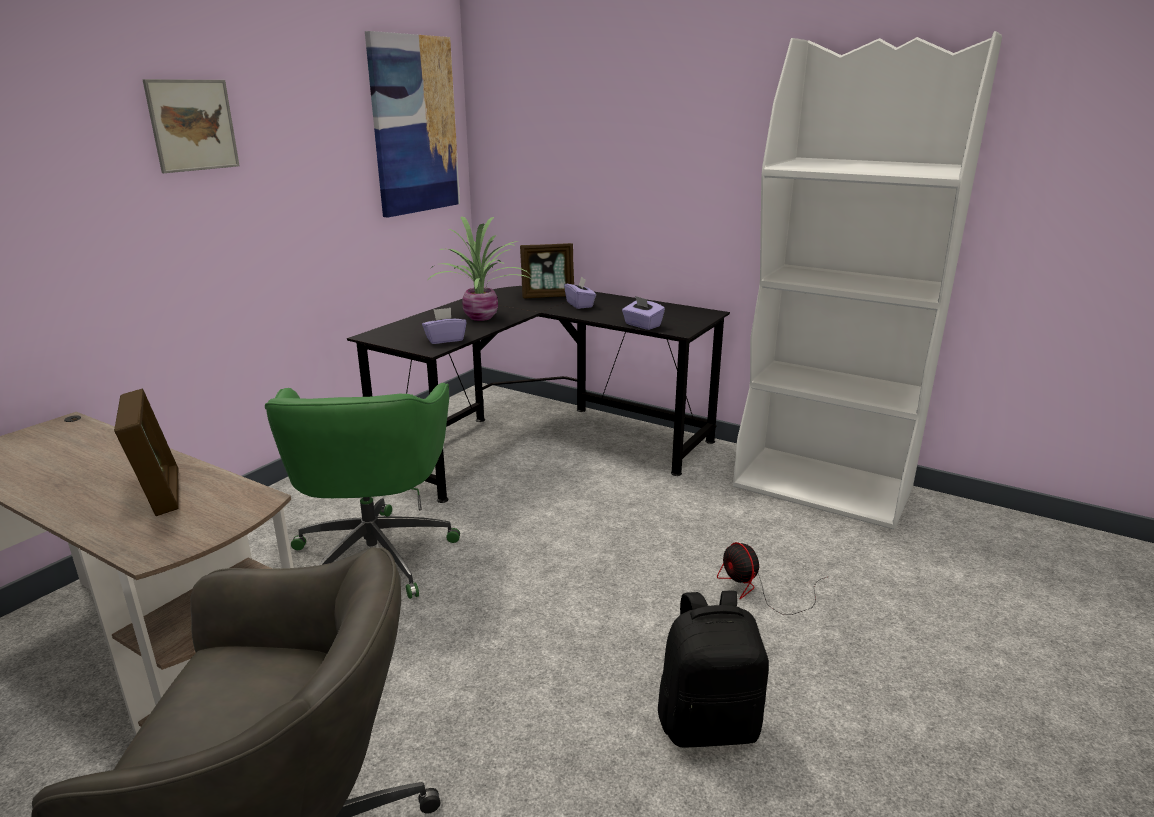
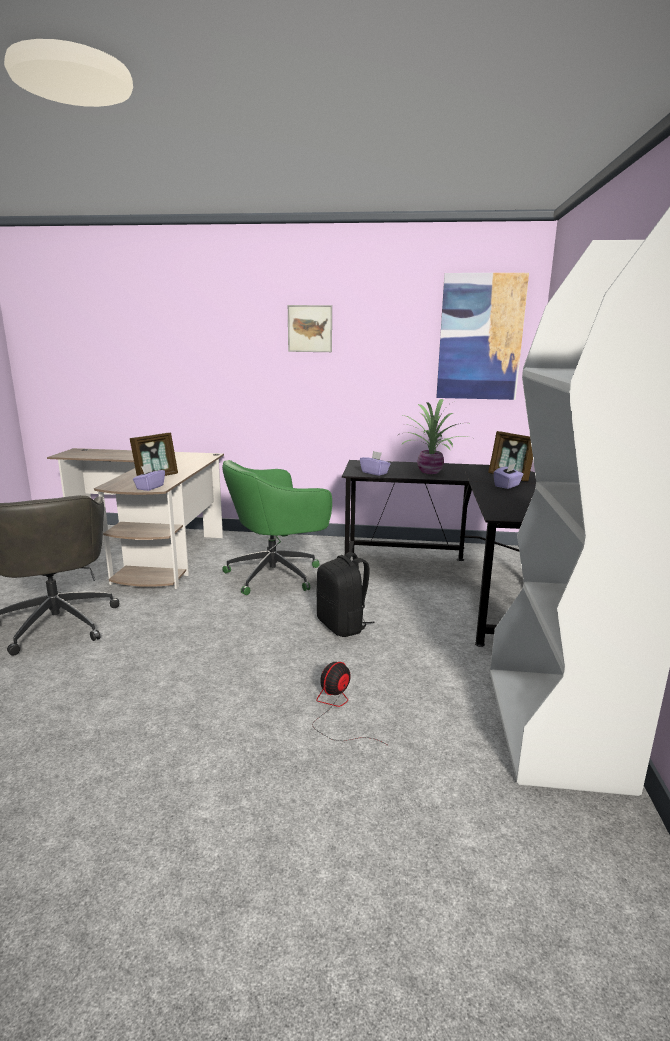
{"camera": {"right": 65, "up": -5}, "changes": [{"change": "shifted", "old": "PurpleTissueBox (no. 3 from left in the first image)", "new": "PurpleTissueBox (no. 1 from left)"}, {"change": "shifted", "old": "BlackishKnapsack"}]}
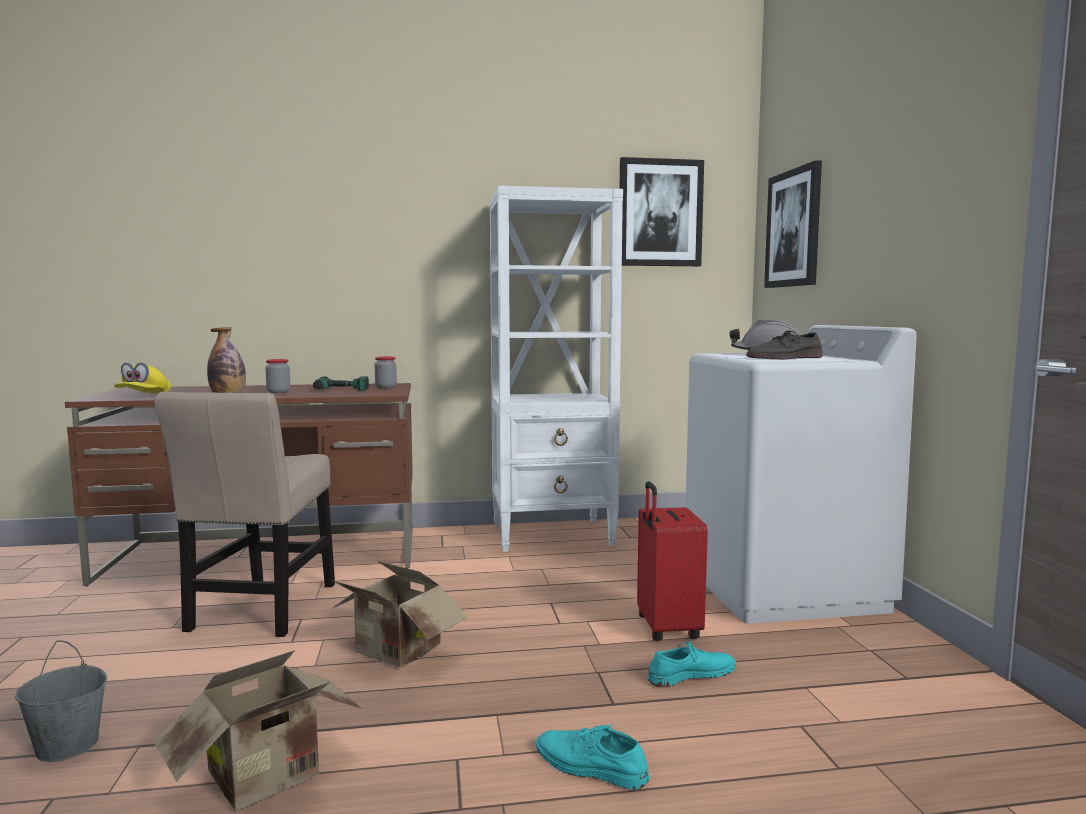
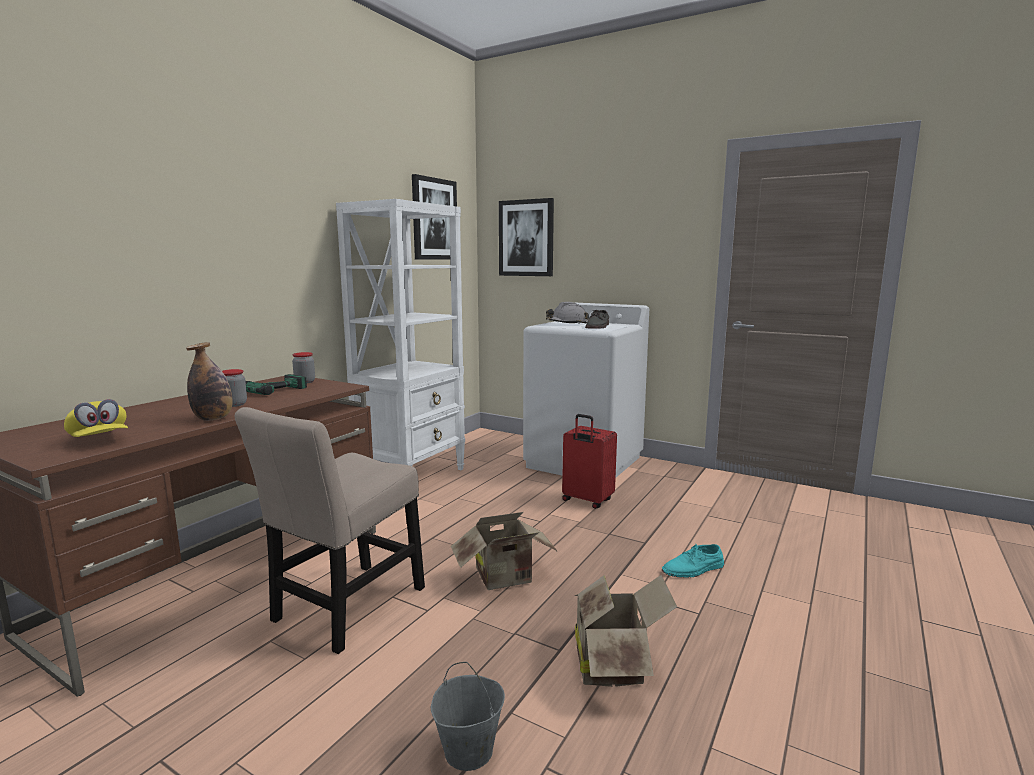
{"camera": {"right": -50, "up": 5}, "changes": [{"change": "rotated", "old": "BeigePlainChair", "degrees": 75}, {"change": "gone", "old": "TurquoiseColouredLowShoe (no. 2 from left)"}]}
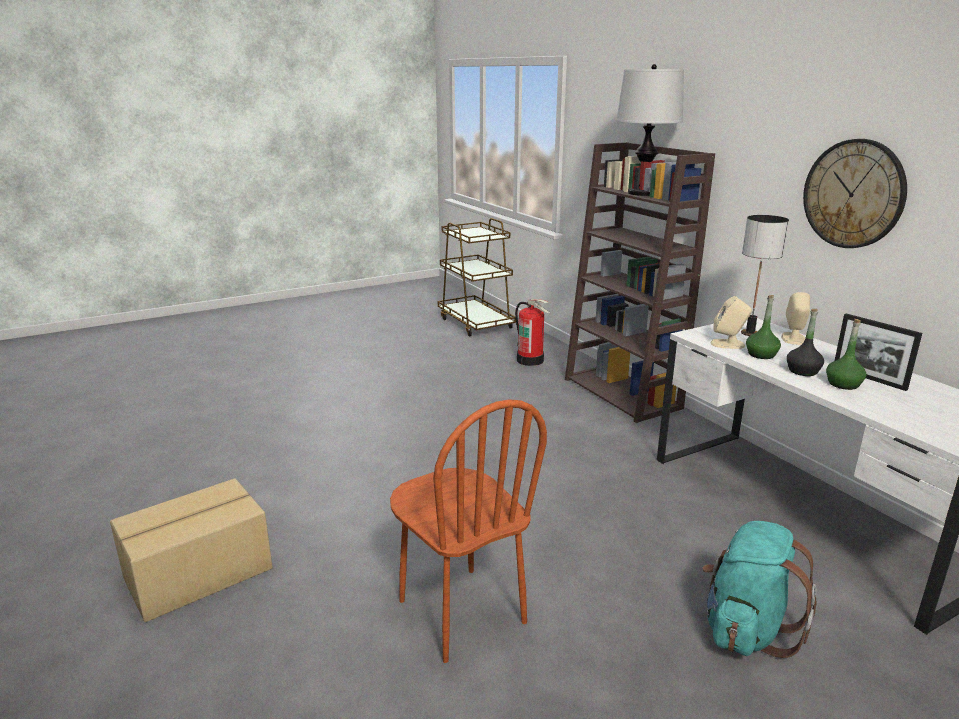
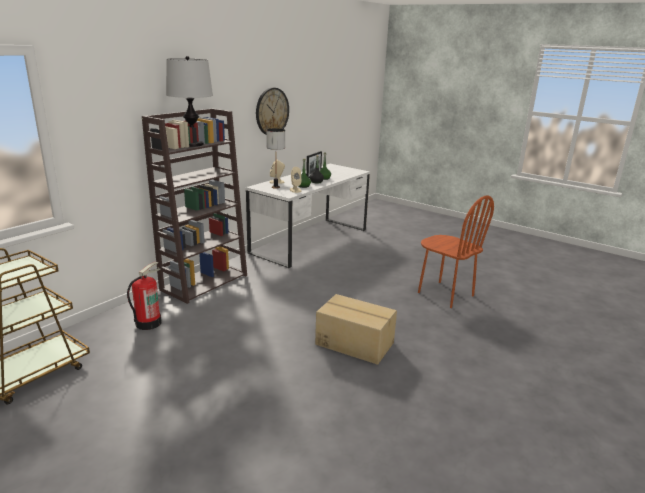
{"camera": {"right": -115, "up": 0}, "changes": [{"change": "shifted", "old": "PackingBox"}, {"change": "rotated", "old": "BrownishPlainChair", "degrees": 105}, {"change": "gone", "old": "TurquoiseColouredKnapsack"}]}
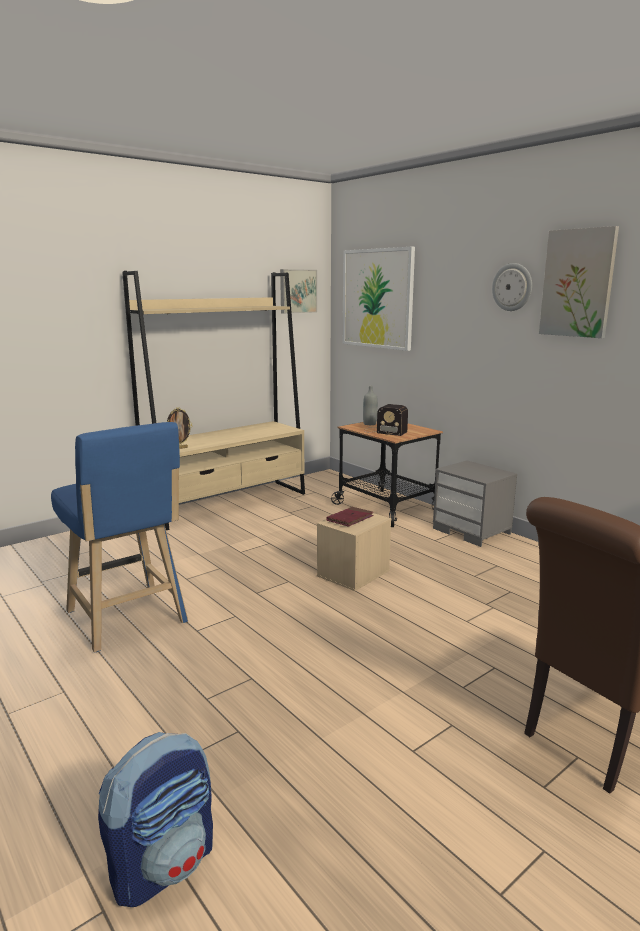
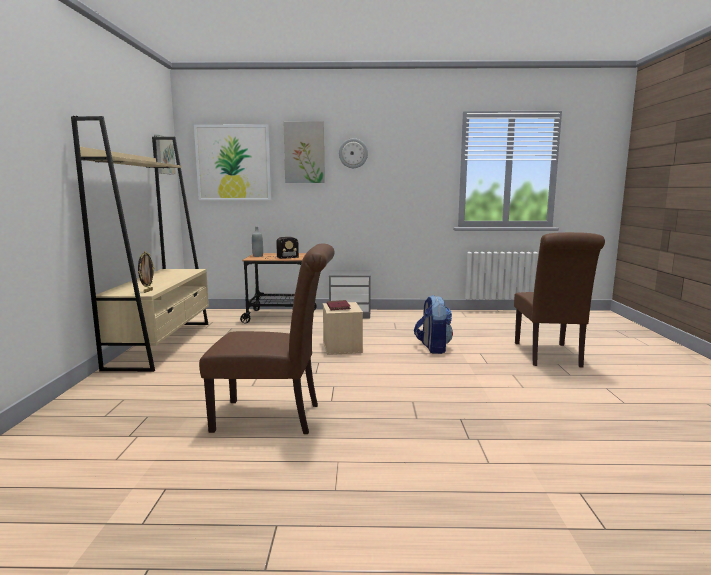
{"camera": {"right": -50, "up": -5}, "changes": [{"change": "swapped", "old": "BlueColouredStool", "new": "BrownishPlainChair (no. 1 from left)"}, {"change": "shifted", "old": "Knapsack"}, {"change": "shifted", "old": "WallPicture (no. 3 from left)"}]}
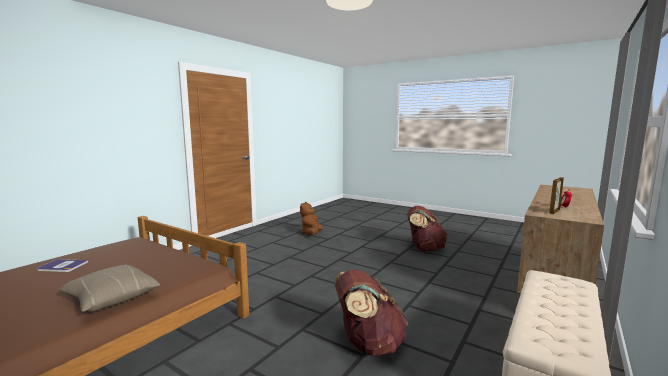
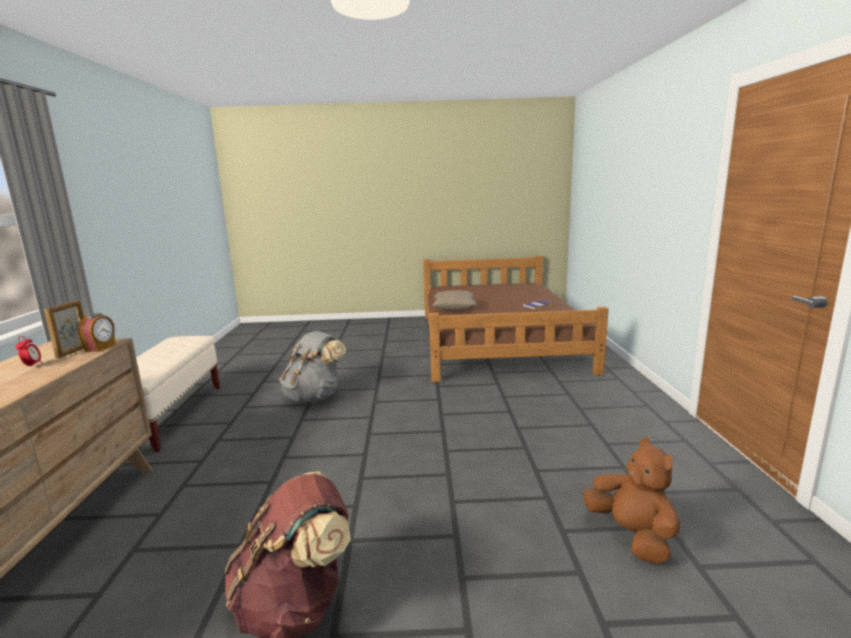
{"camera": {"right": 145, "up": 5}, "changes": [{"change": "repainted", "old": "BrownishKnapsack (no. 1 from left)", "new": "GreyKnapsack"}, {"change": "new", "new": "AlarmClock (no. 2 from left)"}]}
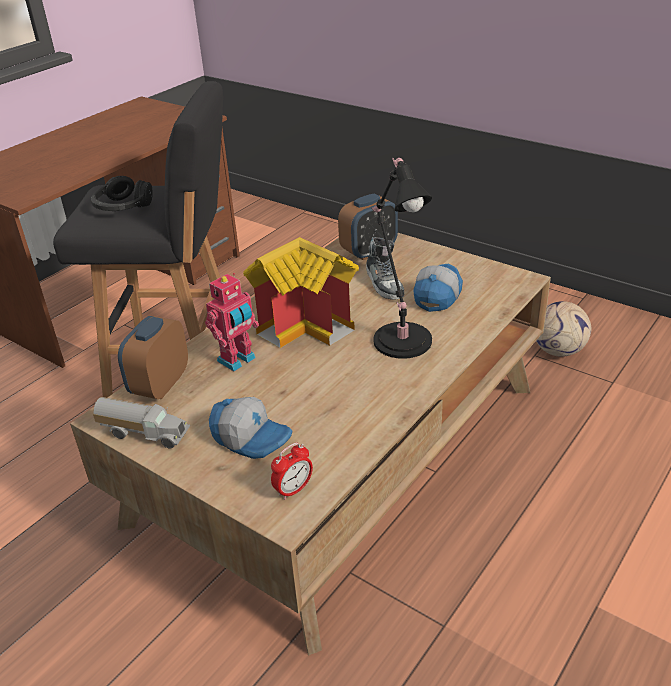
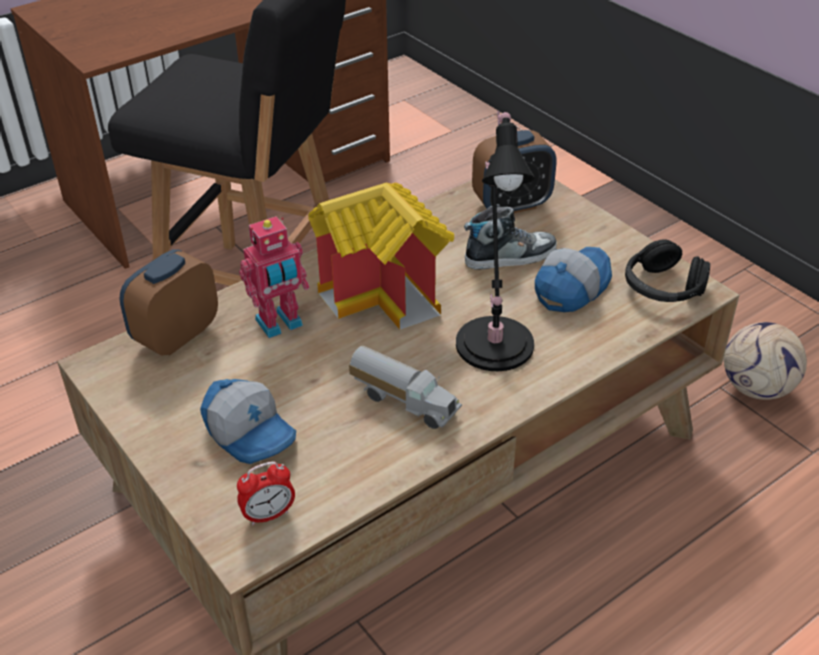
{"camera": {"right": 15, "up": 5}, "changes": [{"change": "shifted", "old": "BlackishHeadphones"}, {"change": "shifted", "old": "ModelTruck"}, {"change": "rotated", "old": "LowShoe", "degrees": -105}]}
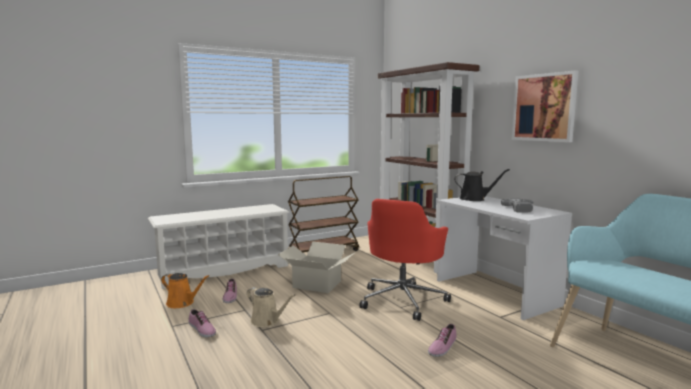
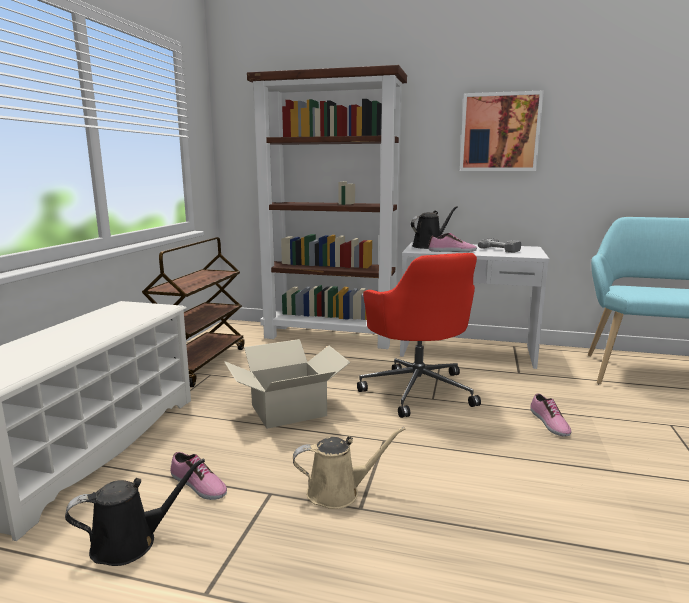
{"camera": {"right": -45, "up": 5}, "changes": [{"change": "repainted", "old": "OrangeyWateringCan", "new": "BlackishWateringCan (no. 1 from left)"}, {"change": "shifted", "old": "LowShoe (no. 1 from left in the first image)", "new": "LowShoe (no. 2 from left)"}]}
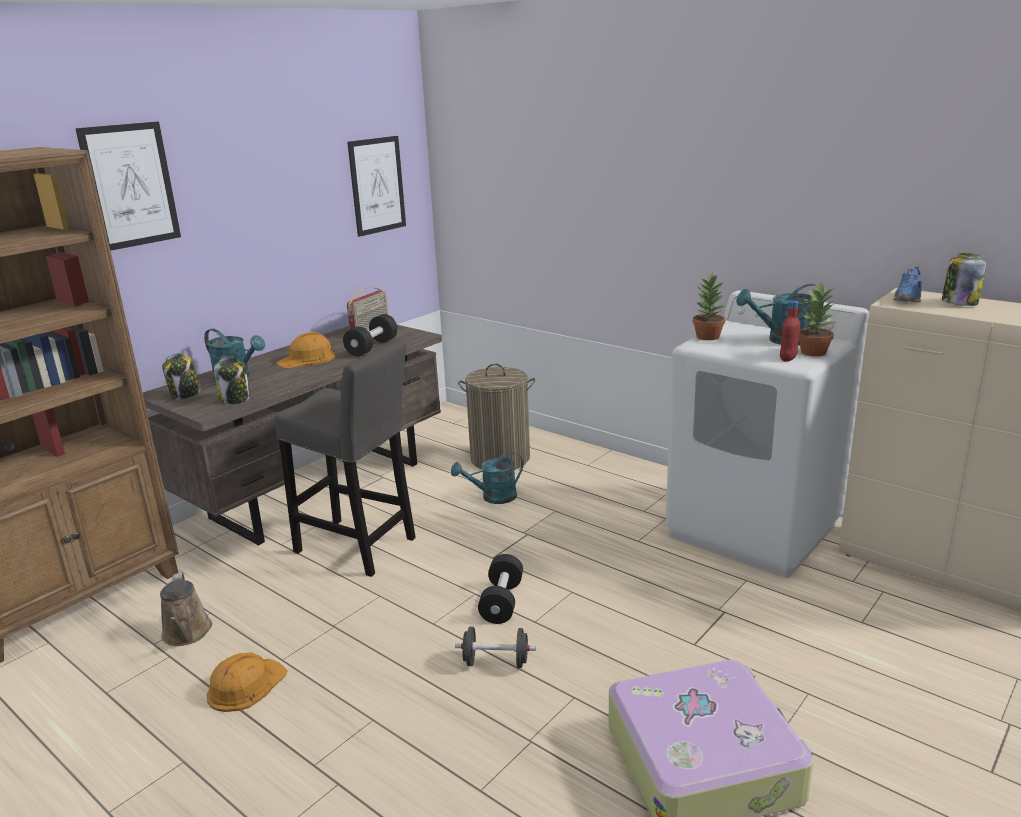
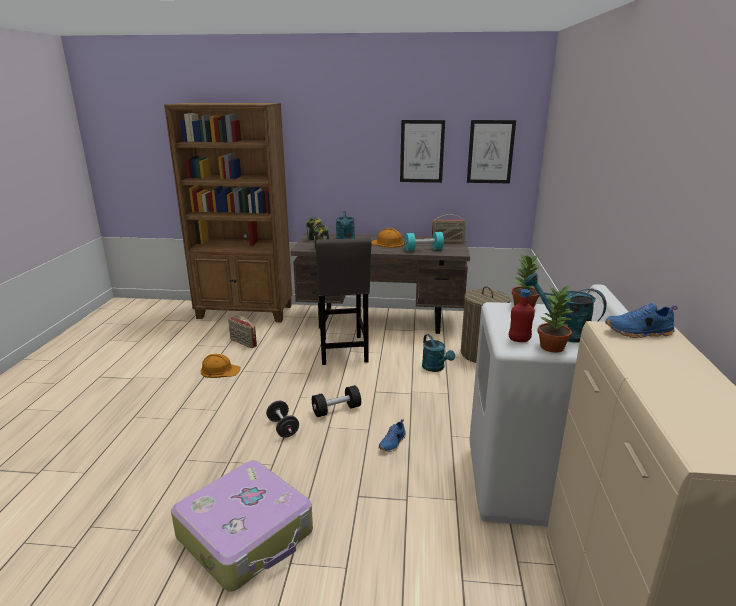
{"camera": {"right": 55, "up": 0}, "changes": [{"change": "shifted", "old": "WallPicture (no. 1 from left)"}, {"change": "swapped", "old": "BrownishWateringCan", "new": "RadioSet (no. 1 from left)"}, {"change": "repainted", "old": "BlackishDumbbell (no. 1 from left)", "new": "TurquoiseColouredDumbbell"}, {"change": "rotated", "old": "TurquoiseColouredWateringCan (no. 2 from left)", "degrees": -150}, {"change": "gone", "old": "StorageJar (no. 3 from left)"}, {"change": "new", "new": "BlueColouredLowShoe (no. 1 from left)"}]}
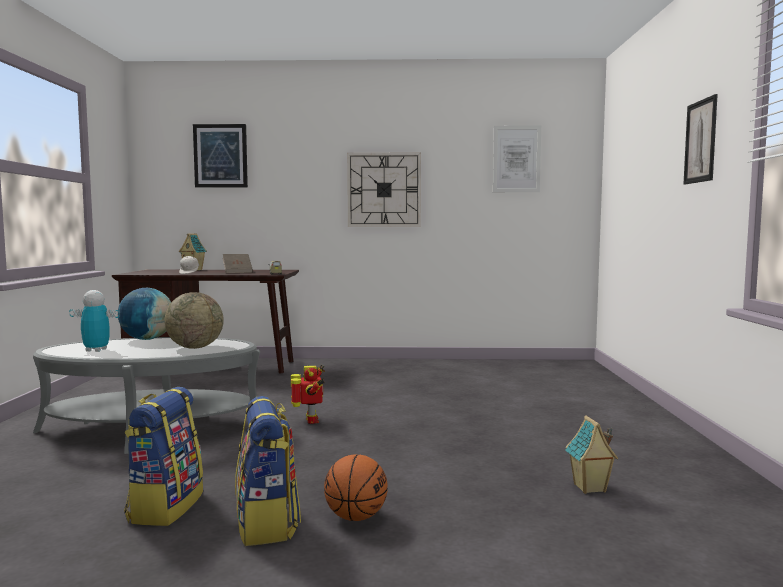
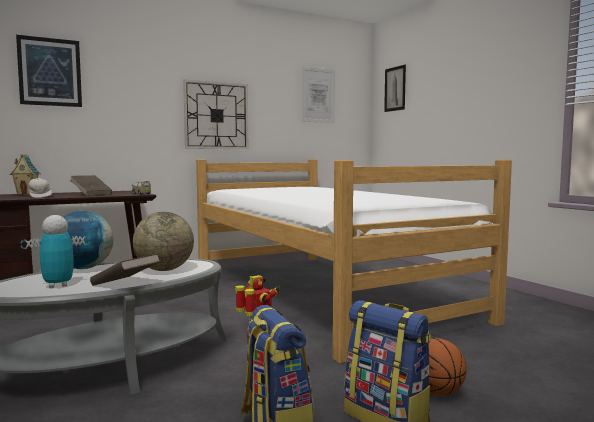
{"camera": {"right": -30, "up": 0}, "changes": [{"change": "gone", "old": "MiniatureHouse (no. 2 from left)"}, {"change": "shifted", "old": "WallPicture (no. 3 from left)"}, {"change": "new", "new": "BrownishBoundBook (no. 2 from left)"}, {"change": "new", "new": "SleepingBed"}]}
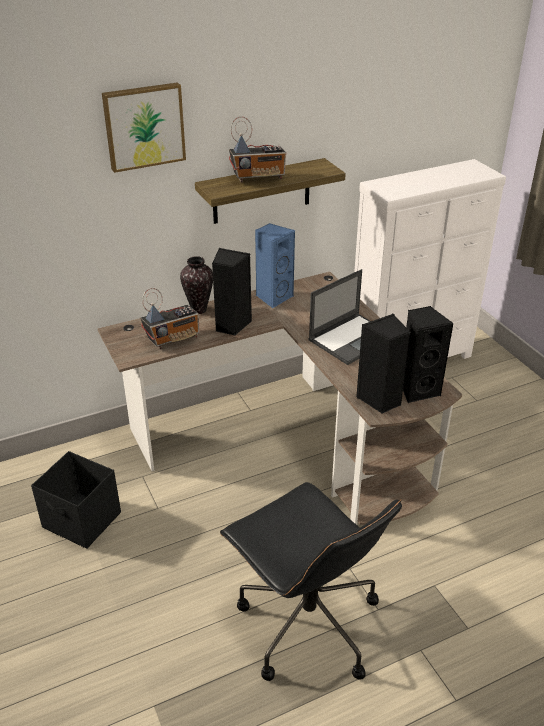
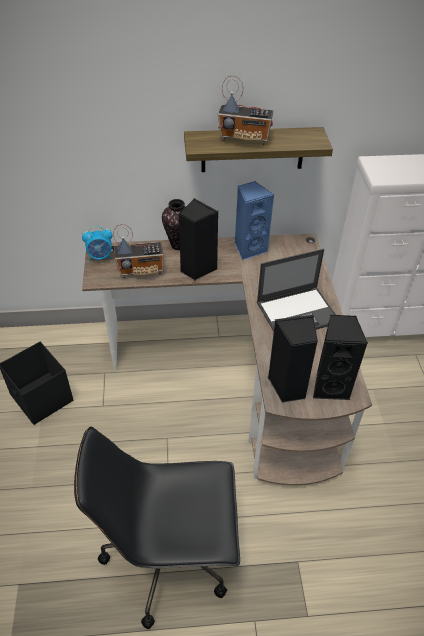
{"camera": {"right": 20, "up": 10}, "changes": [{"change": "gone", "old": "WallPicture"}, {"change": "rotated", "old": "BlackishComputerChair", "degrees": 105}, {"change": "new", "new": "AlarmClock"}]}
